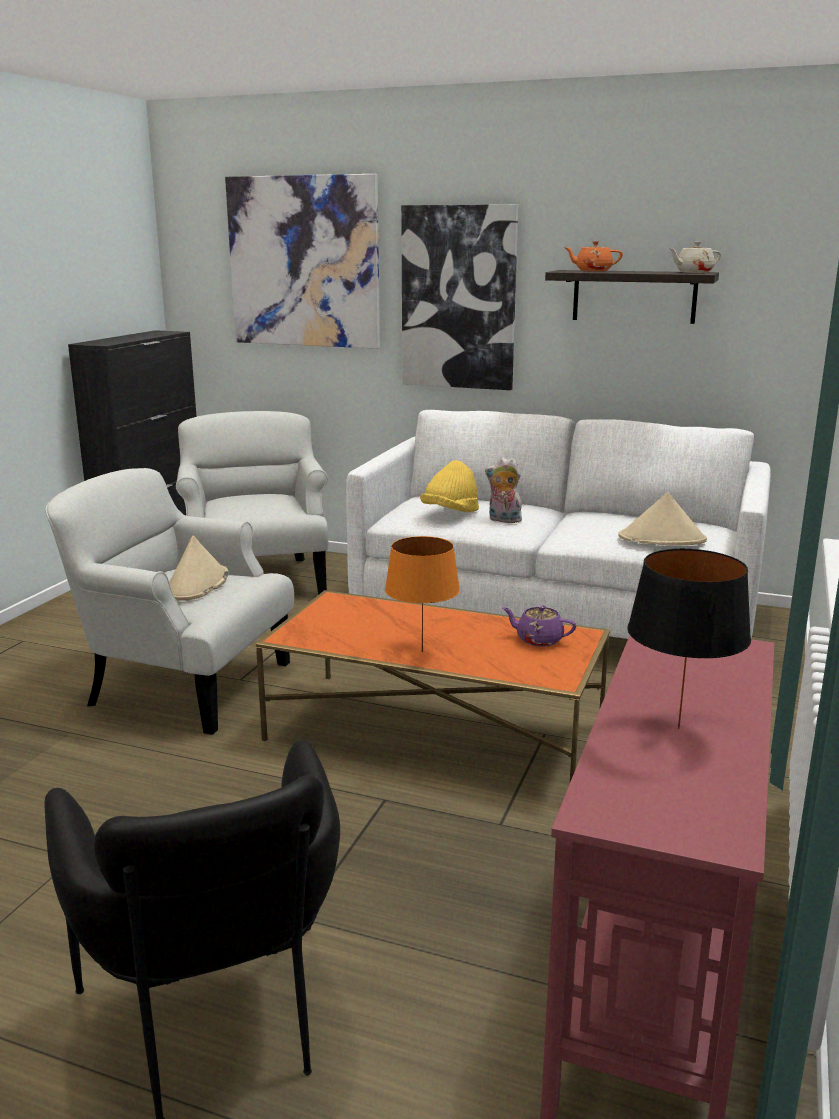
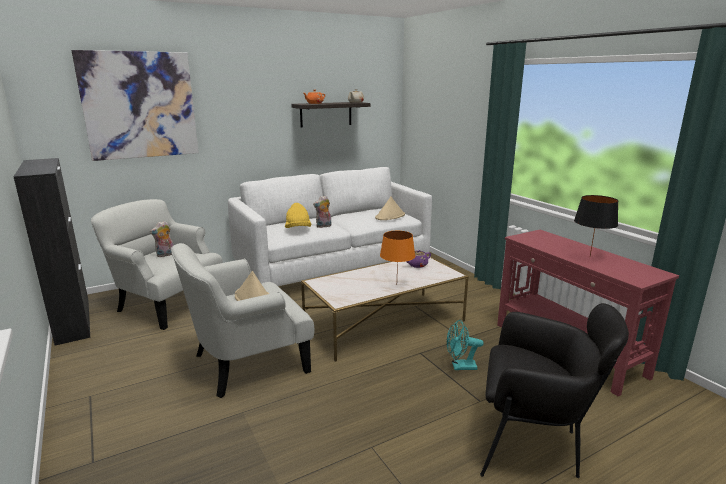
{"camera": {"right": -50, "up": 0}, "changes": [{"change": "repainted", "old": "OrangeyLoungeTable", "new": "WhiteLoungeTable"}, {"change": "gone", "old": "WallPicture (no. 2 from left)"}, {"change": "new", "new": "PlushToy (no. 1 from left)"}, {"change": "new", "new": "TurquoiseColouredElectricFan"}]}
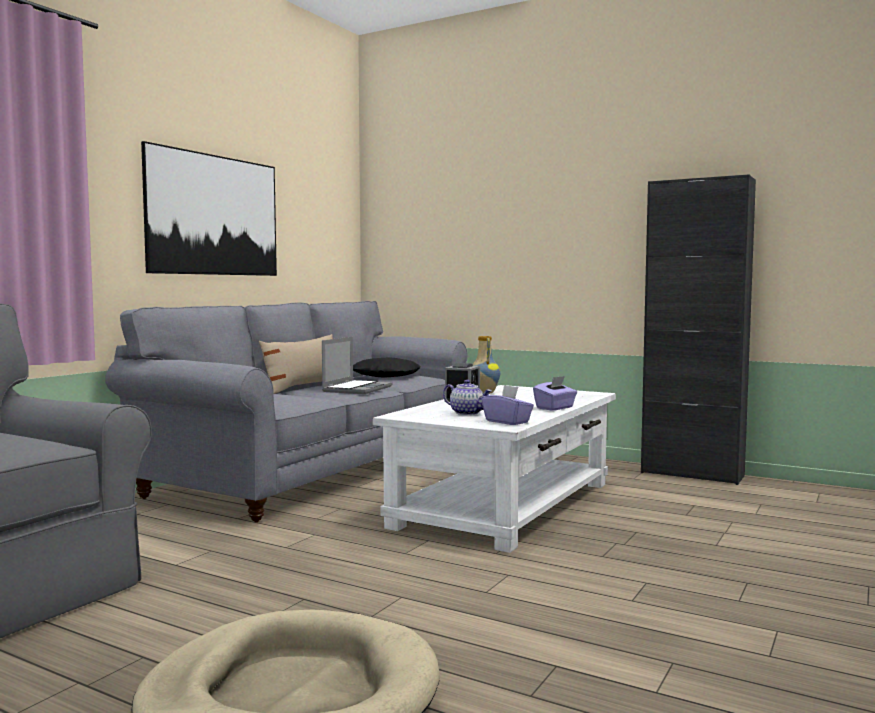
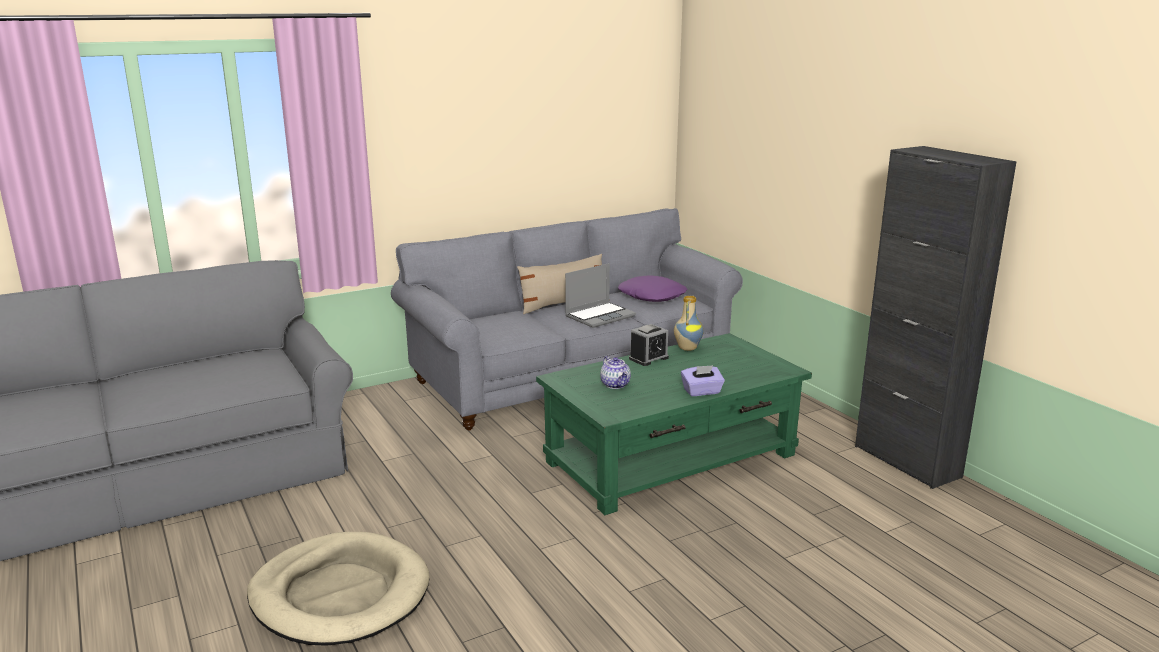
{"camera": {"right": 30, "up": 15}, "changes": [{"change": "gone", "old": "WallPicture"}, {"change": "repainted", "old": "BlackishThrowPillow", "new": "PurpleThrowPillow"}, {"change": "repainted", "old": "WhiteLoungeTable", "new": "GreenColouredLoungeTable"}, {"change": "gone", "old": "PurpleTissueBox (no. 1 from left)"}]}
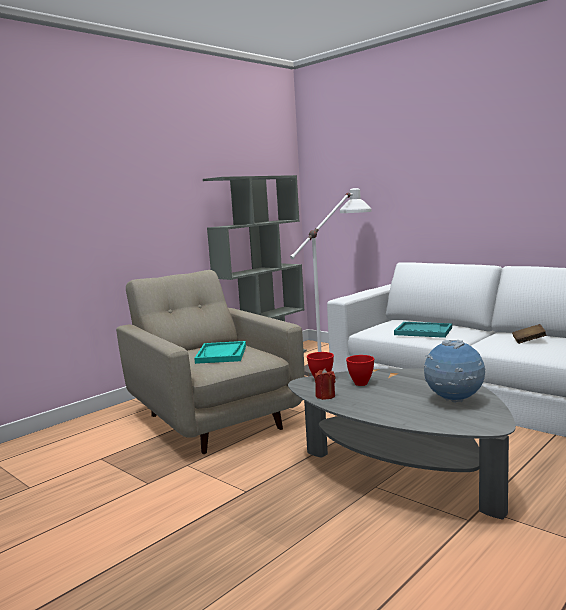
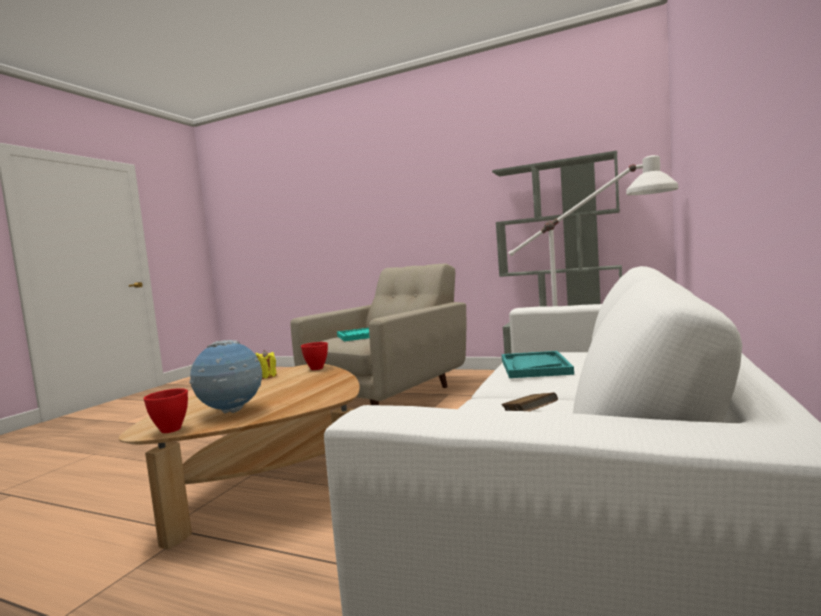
{"camera": {"right": 70, "up": -5}, "changes": [{"change": "repainted", "old": "GreyLoungeTable", "new": "BrownishLoungeTable"}, {"change": "repainted", "old": "ReddishWaxCandle", "new": "YellowColouredWaxCandle"}, {"change": "shifted", "old": "ReddishServingBowl (no. 2 from left in the first image)", "new": "ReddishServingBowl (no. 1 from left)"}]}
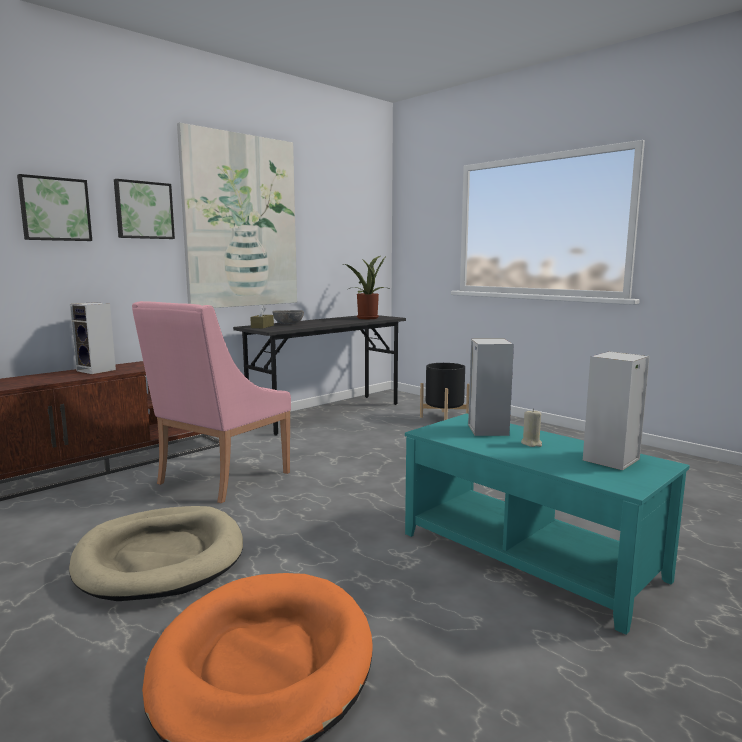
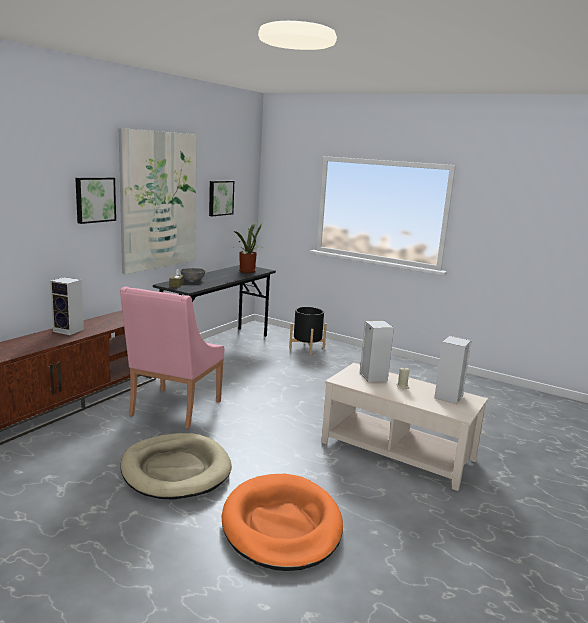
{"camera": {"right": -15, "up": 5}, "changes": [{"change": "shifted", "old": "WallPicture (no. 1 from left in the first image)", "new": "WallPicture (no. 3 from left)"}, {"change": "repainted", "old": "TurquoiseColouredLoungeTable", "new": "BeigeLoungeTable"}]}
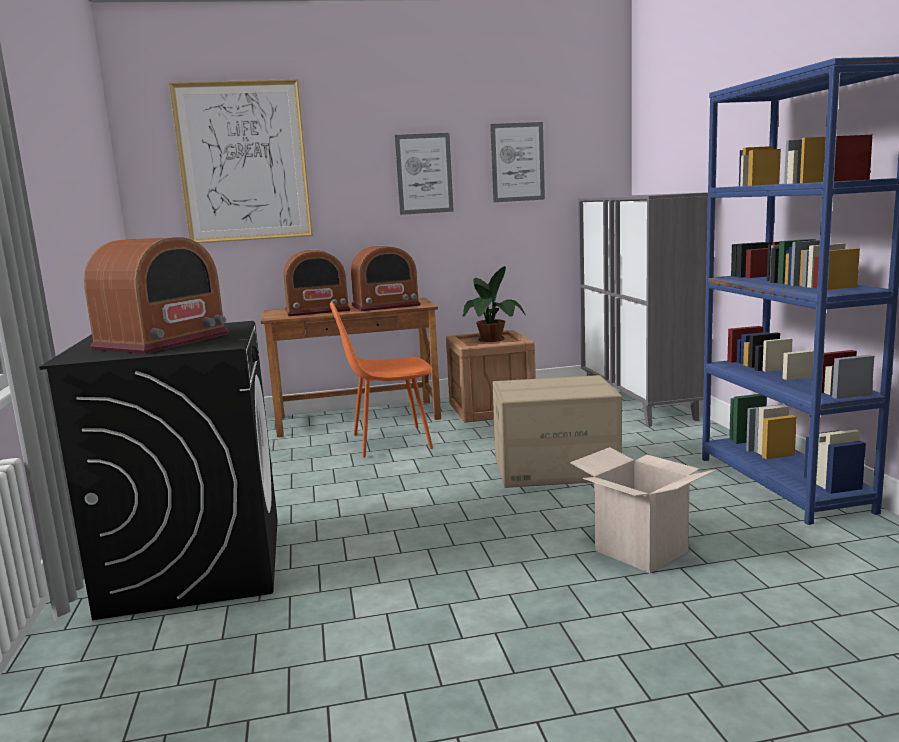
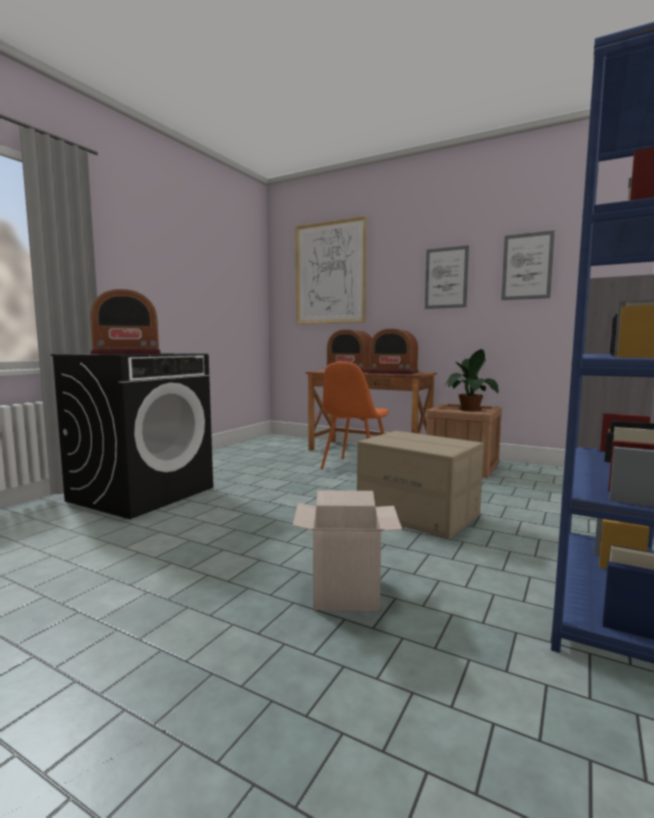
{"camera": {"right": 40, "up": -5}, "changes": [{"change": "rotated", "old": "OrangeyPlainChair", "degrees": -90}]}
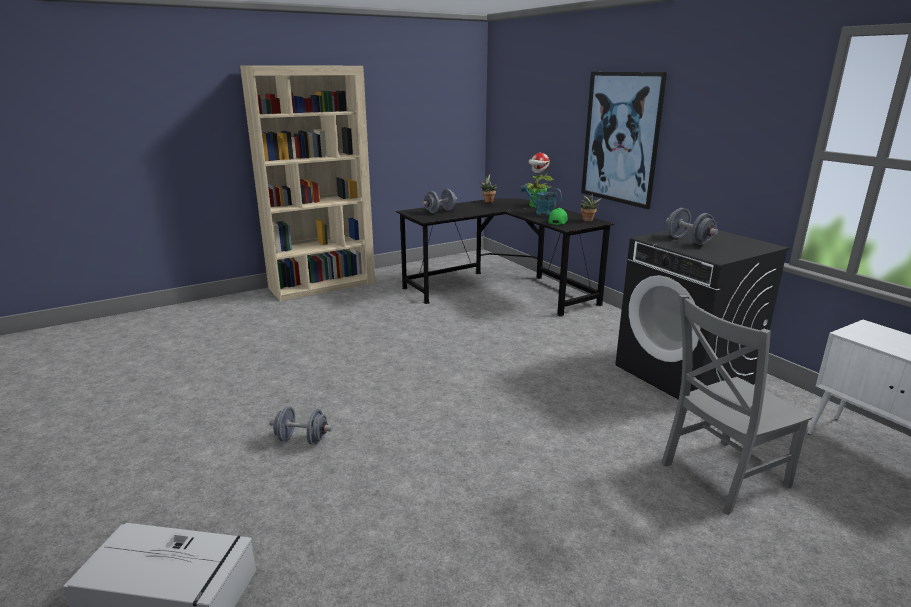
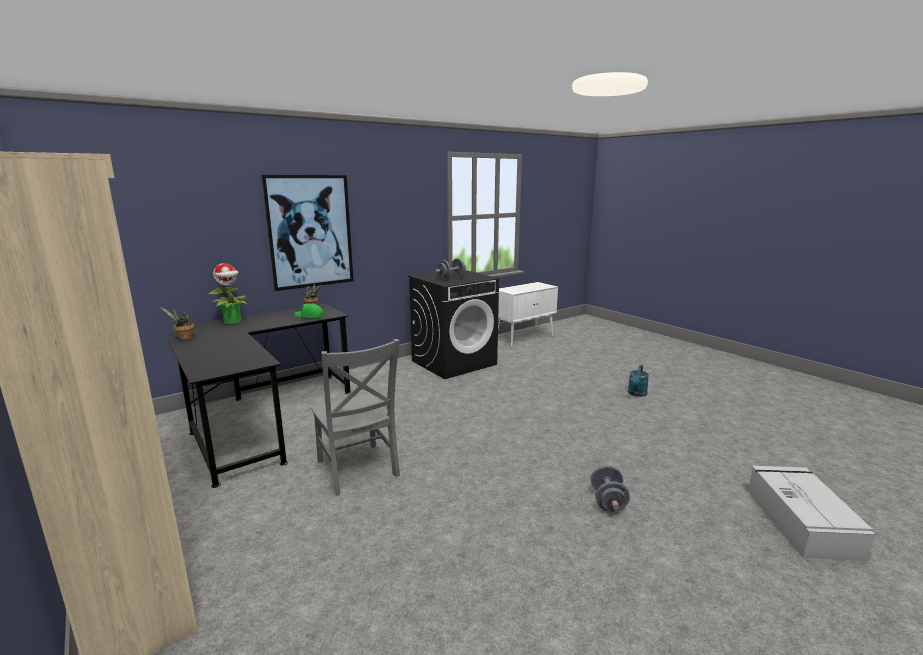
{"camera": {"right": -95, "up": -5}, "changes": [{"change": "gone", "old": "GreyDumbbell (no. 2 from left)"}, {"change": "shifted", "old": "TurquoiseColouredWateringCan"}, {"change": "shifted", "old": "GreyPlainChair"}]}
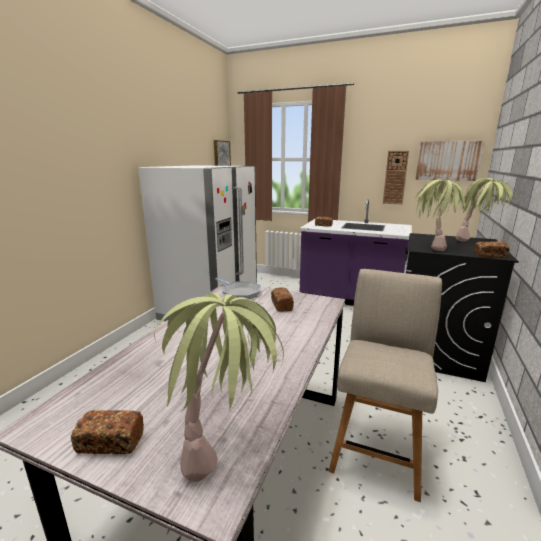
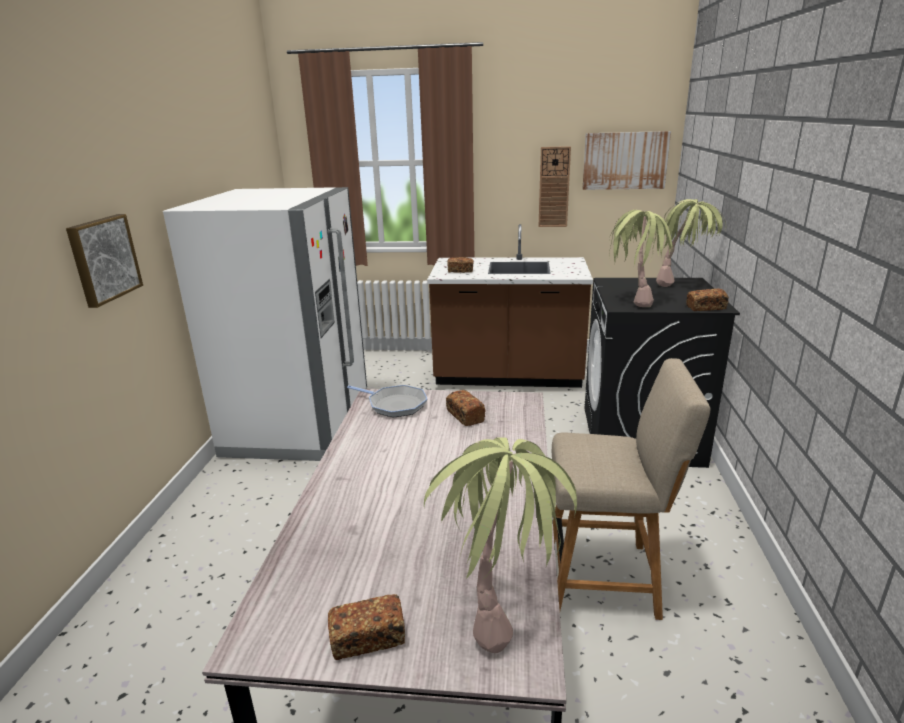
{"camera": {"right": -15, "up": 5}, "changes": [{"change": "shifted", "old": "WallPicture (no. 1 from left)"}, {"change": "repainted", "old": "PurpleKitchenCounter", "new": "BrownishKitchenCounter"}, {"change": "rotated", "old": "BeigePlainChair", "degrees": 90}]}
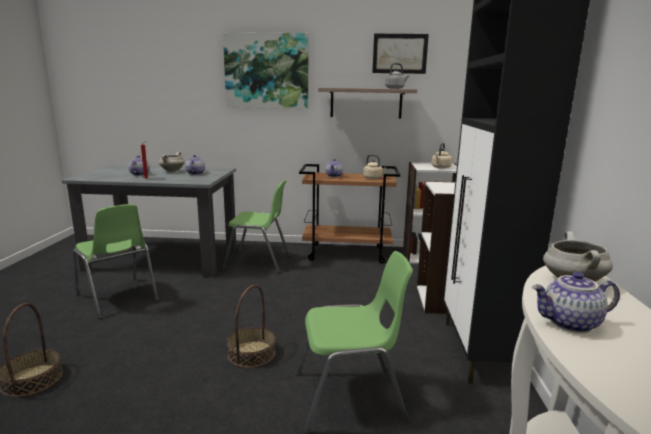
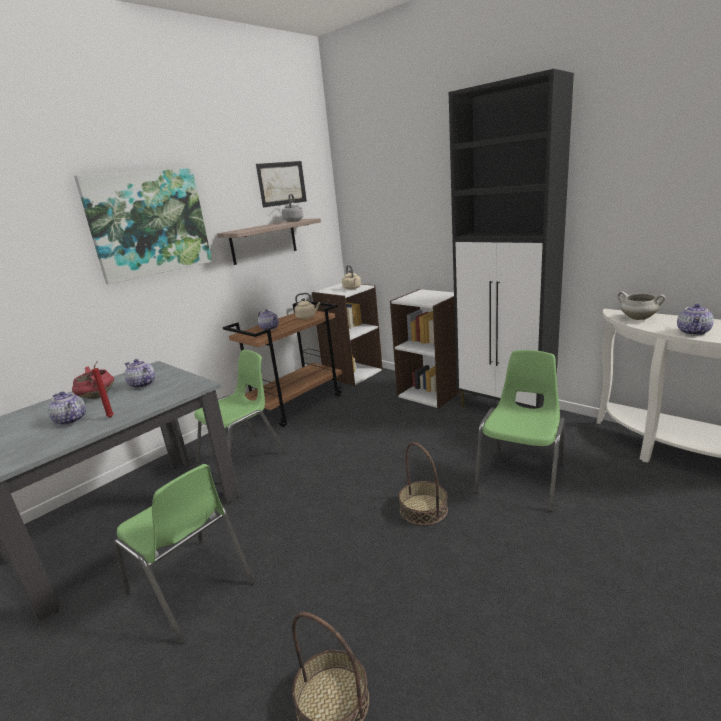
{"camera": {"right": -50, "up": 5}, "changes": [{"change": "rotated", "old": "GreenColouredPlainChair (no. 1 from left)", "degrees": 45}, {"change": "repainted", "old": "WhiteStockpot (no. 1 from left)", "new": "ReddishStockpot"}]}
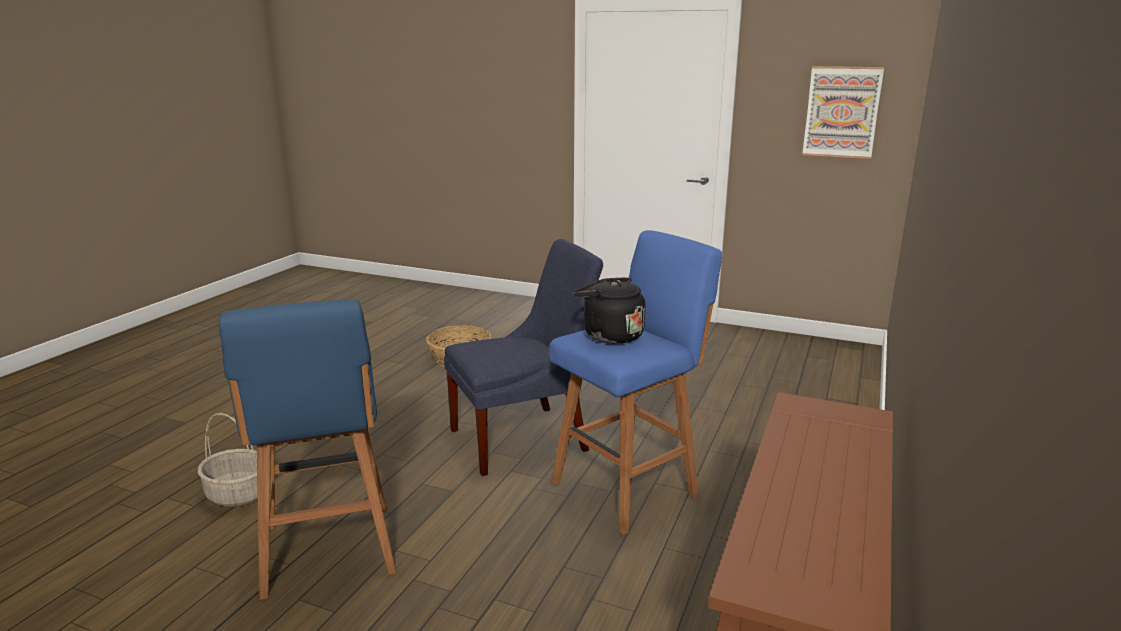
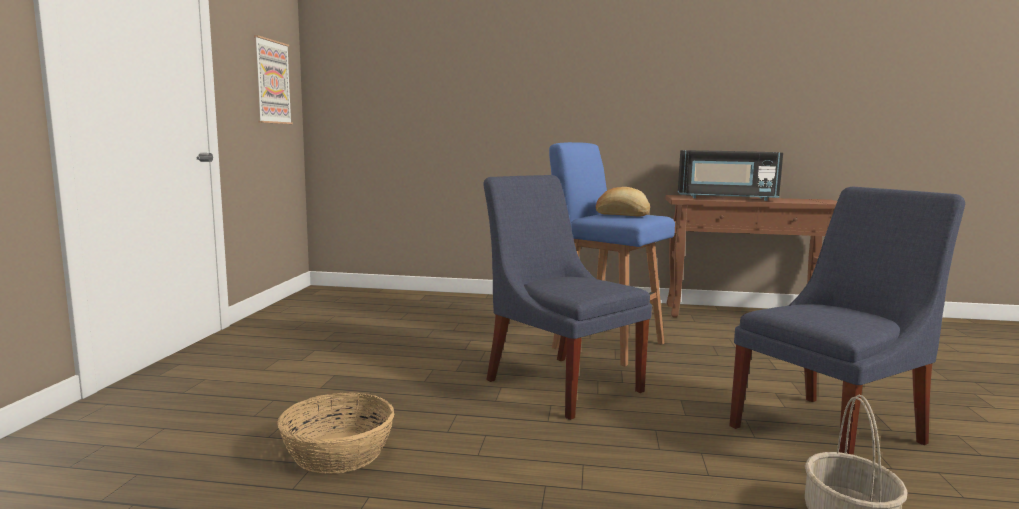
{"camera": {"right": -105, "up": -10}, "changes": [{"change": "swapped", "old": "BlueColouredStool (no. 1 from left)", "new": "BlueColouredPlainChair (no. 2 from left)"}, {"change": "swapped", "old": "BlackishTeaKettle", "new": "BakedBread"}, {"change": "new", "new": "BlackishMicrowave"}]}
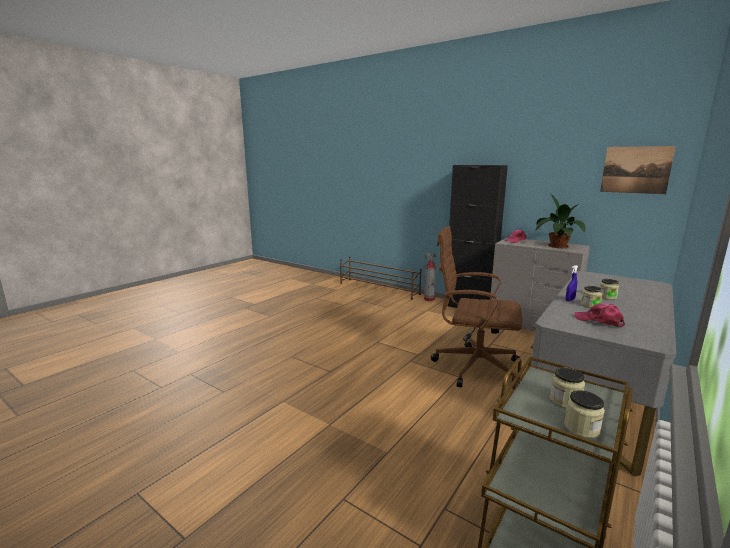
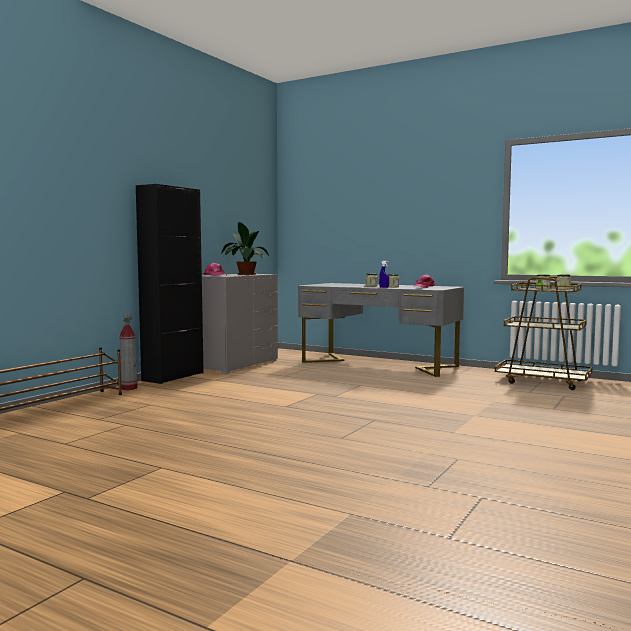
{"camera": {"right": -95, "up": -10}, "changes": [{"change": "gone", "old": "BrownishComputerChair"}, {"change": "gone", "old": "WallPicture"}]}
